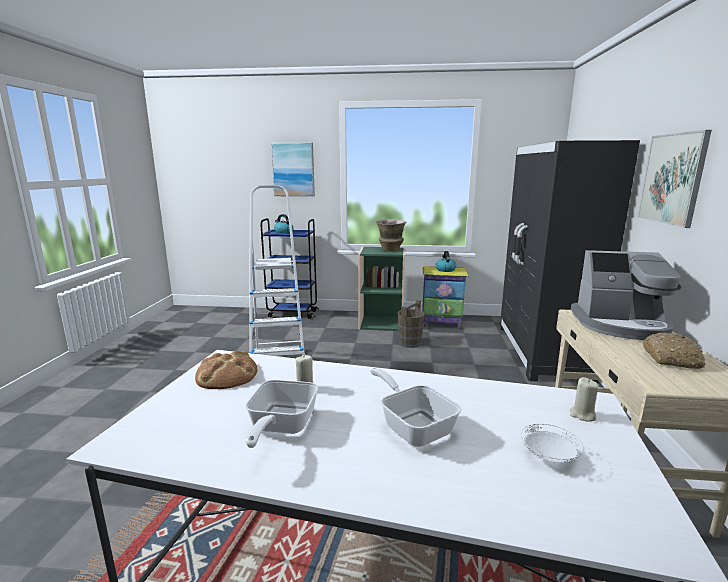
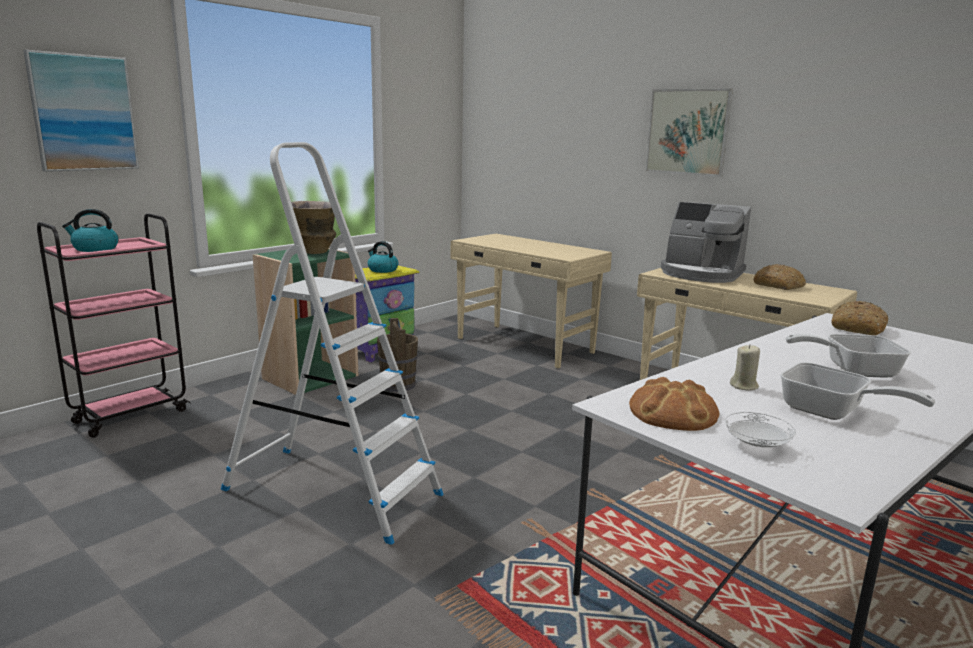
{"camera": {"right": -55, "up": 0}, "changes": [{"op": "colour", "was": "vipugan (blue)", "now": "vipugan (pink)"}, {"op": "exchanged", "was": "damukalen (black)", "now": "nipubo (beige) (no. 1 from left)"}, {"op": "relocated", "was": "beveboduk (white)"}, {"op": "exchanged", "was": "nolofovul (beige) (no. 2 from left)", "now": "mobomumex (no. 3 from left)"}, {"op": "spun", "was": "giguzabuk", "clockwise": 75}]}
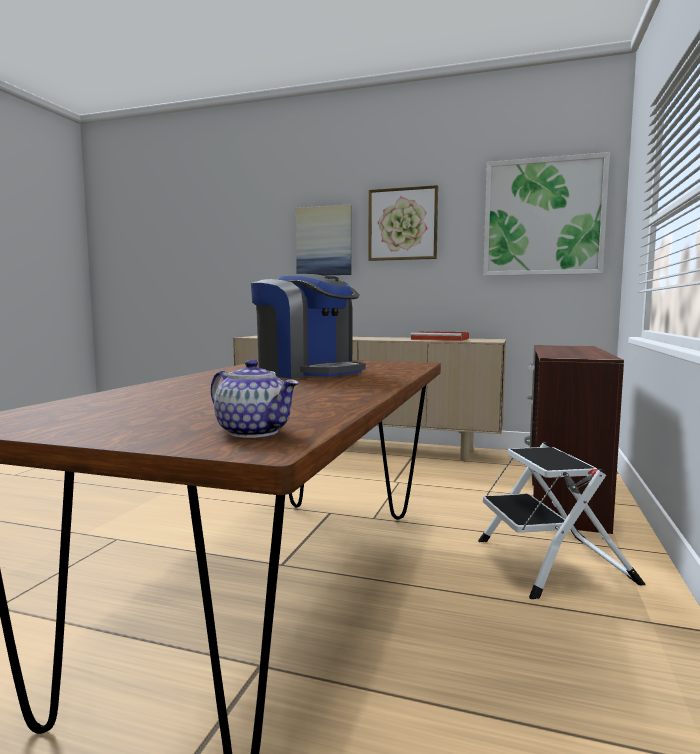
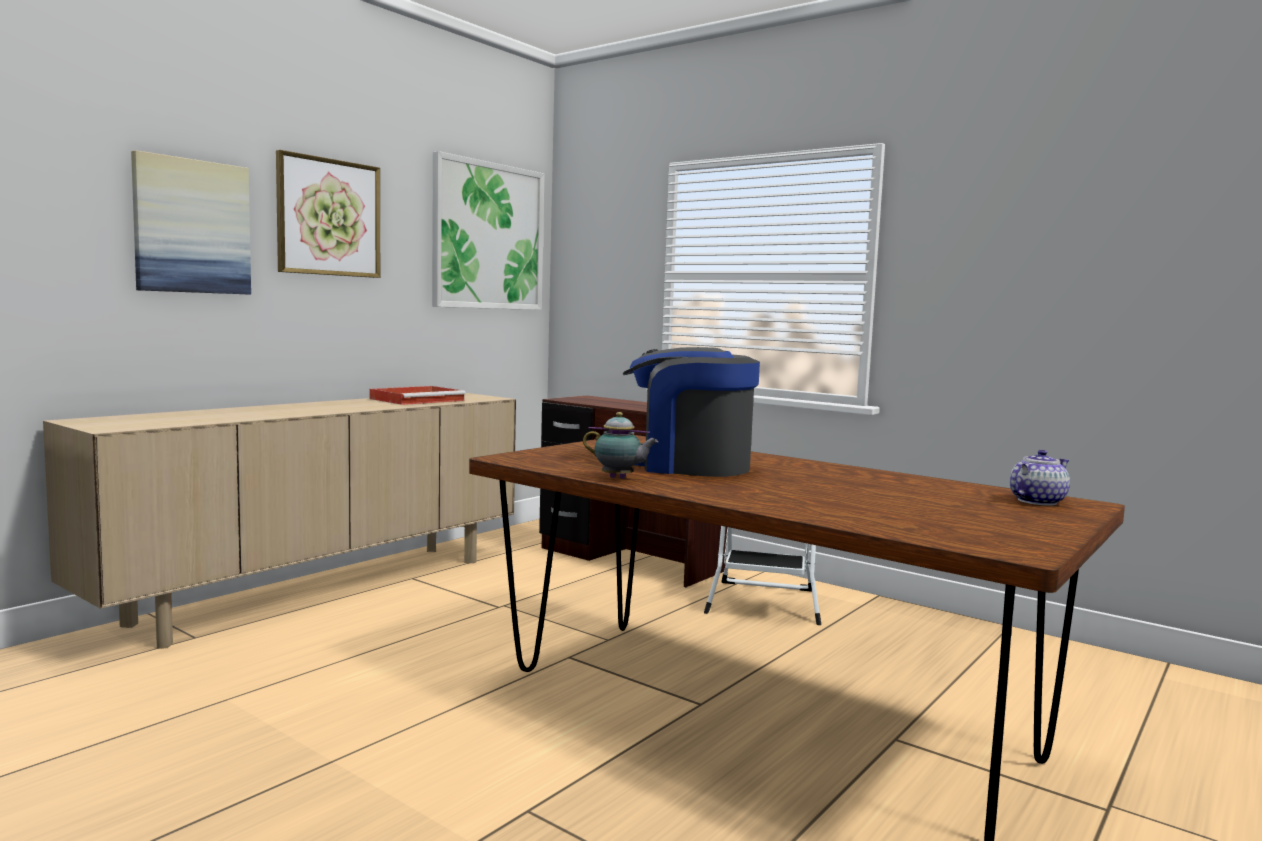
{"camera": {"right": -70, "up": 0}, "changes": [{"op": "spun", "was": "giguzabuk", "clockwise": -135}, {"op": "appeared", "now": "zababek (no. 1 from left)"}]}
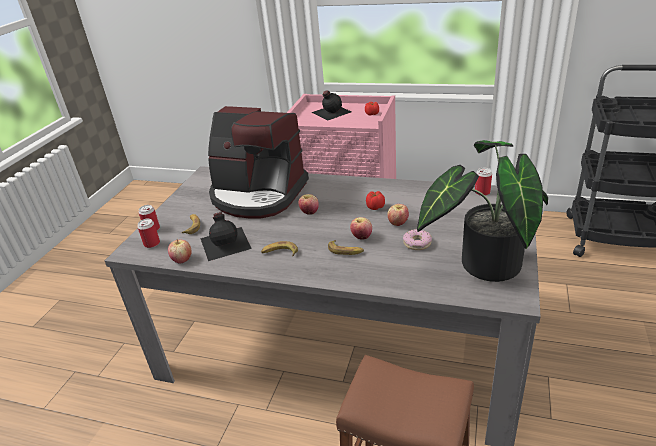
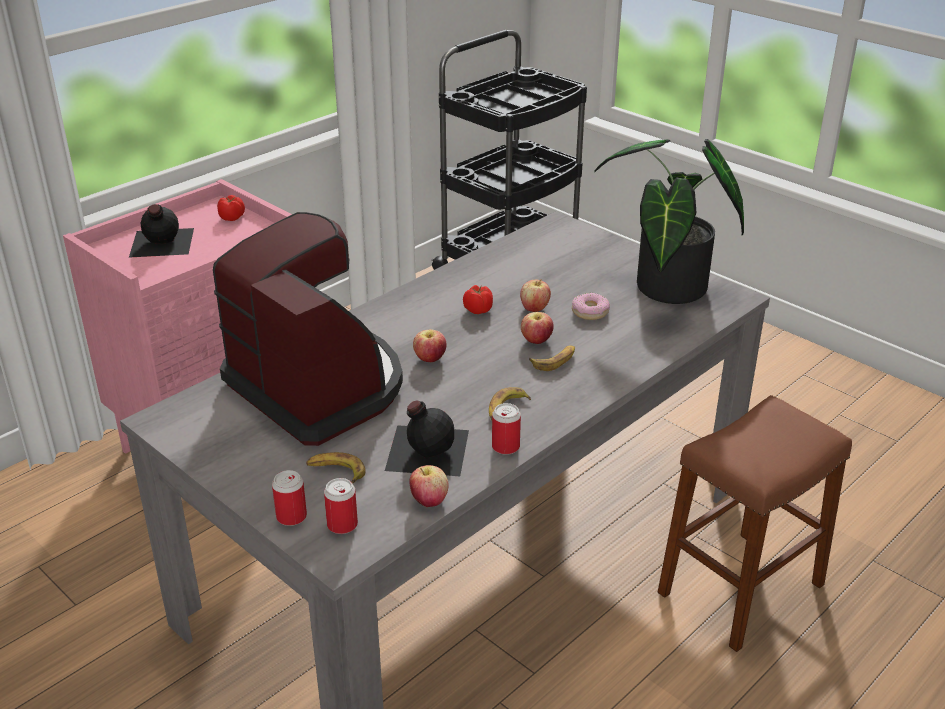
{"camera": {"right": -65, "up": 0}, "changes": [{"op": "spun", "was": "giguzabuk", "clockwise": -90}, {"op": "relocated", "was": "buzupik (no. 3 from left)"}]}
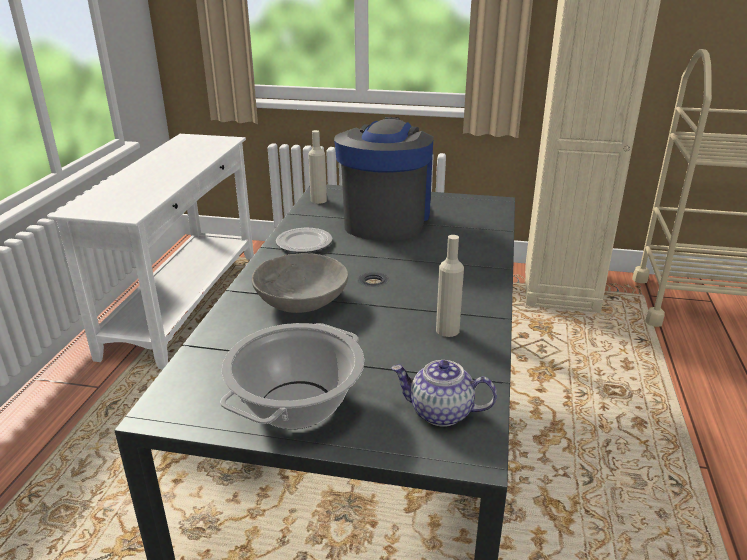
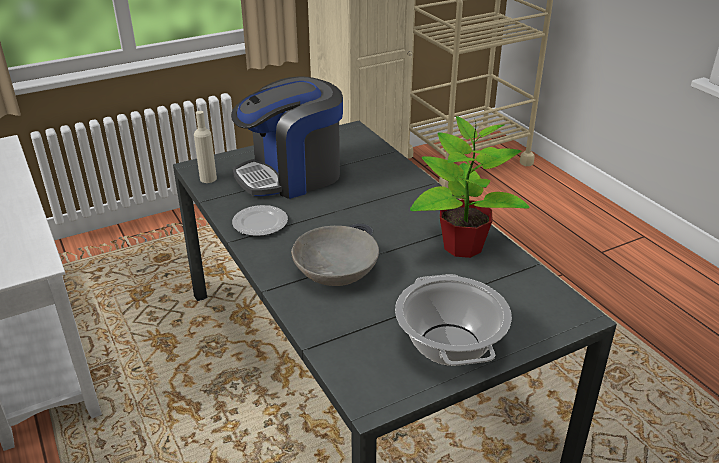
{"camera": {"right": -40, "up": 5}, "changes": [{"op": "spun", "was": "giguzabuk", "clockwise": -90}, {"op": "missing", "was": "zababek"}, {"op": "exchanged", "was": "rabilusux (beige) (no. 2 from left)", "now": "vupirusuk"}]}
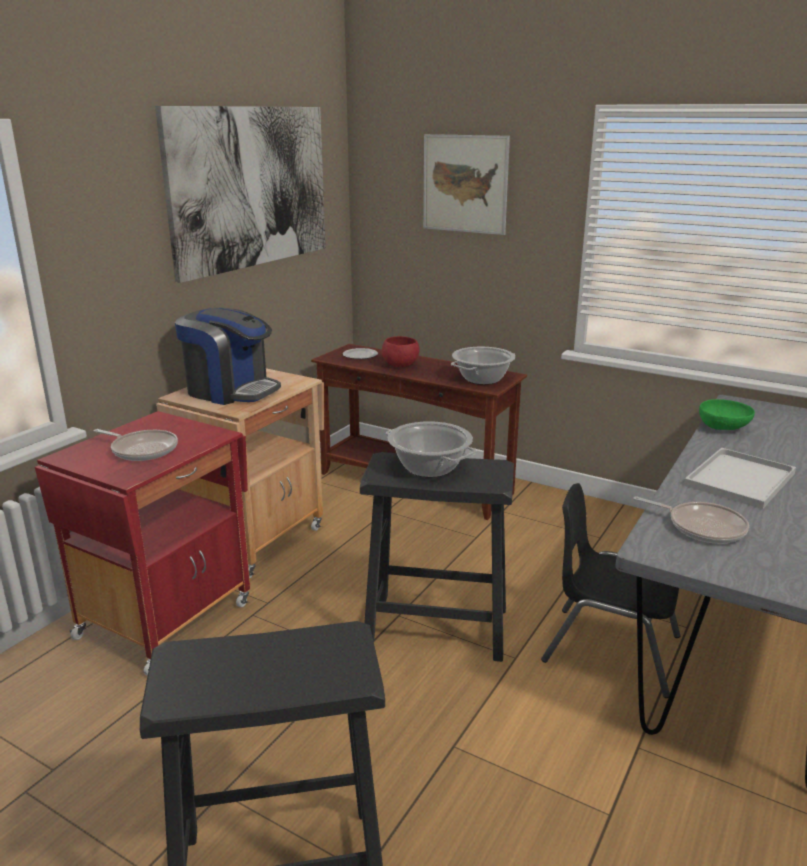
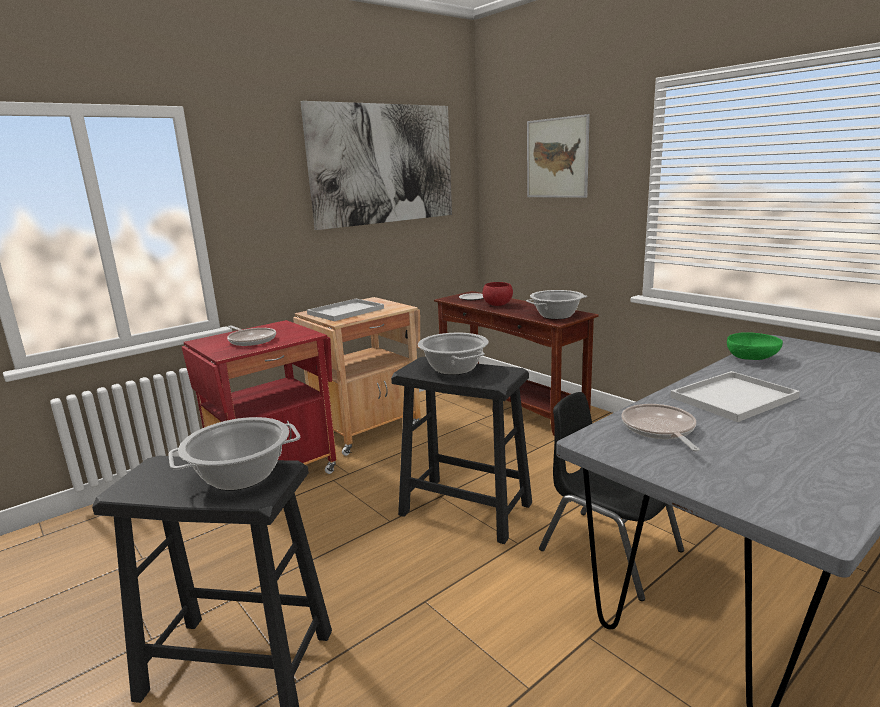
{"camera": {"right": 20, "up": -5}, "changes": [{"op": "exchanged", "was": "giguzabuk", "now": "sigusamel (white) (no. 1 from left)"}, {"op": "spun", "was": "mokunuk (no. 2 from left)", "clockwise": -150}, {"op": "appeared", "now": "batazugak (no. 1 from left)"}]}
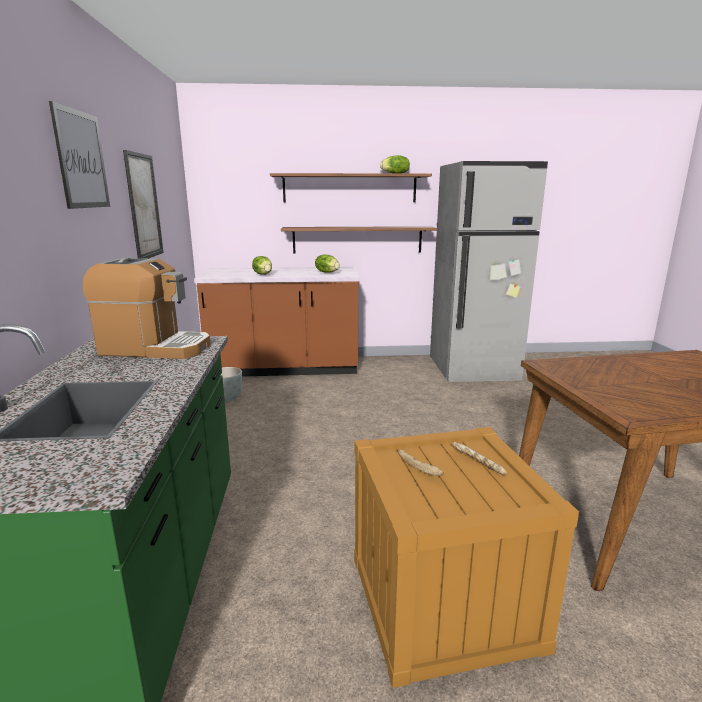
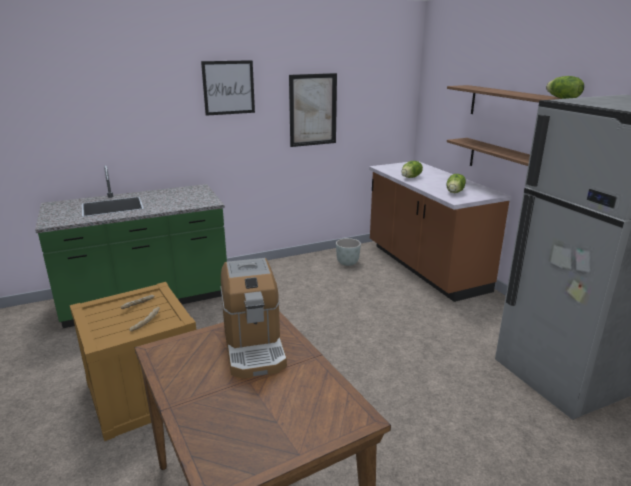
{"camera": {"right": 70, "up": 5}, "changes": [{"op": "relocated", "was": "giguzabuk"}]}
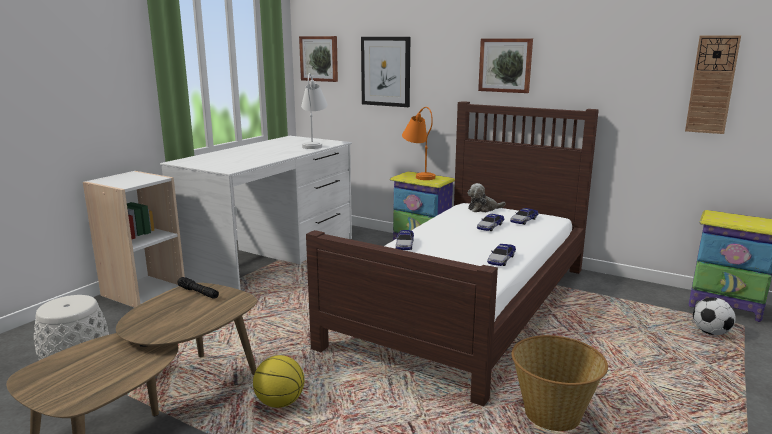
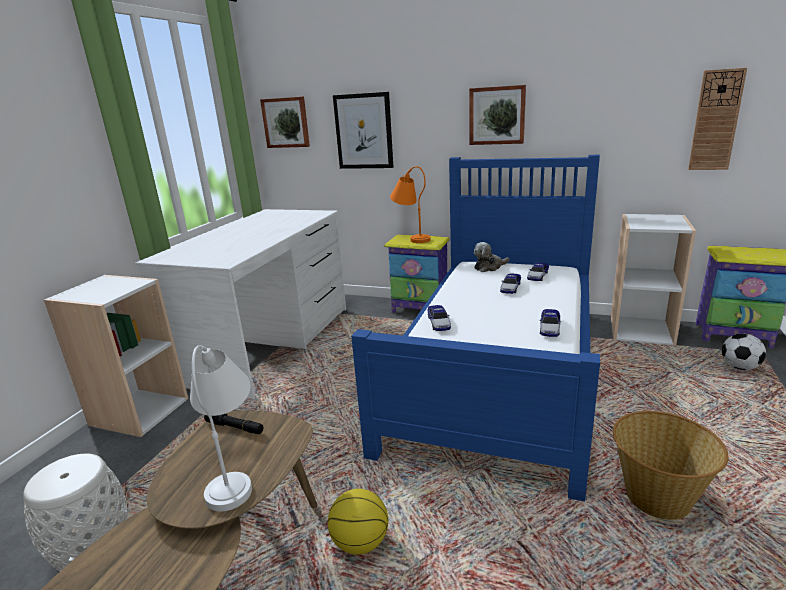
{"camera": {"right": -10, "up": 5}, "changes": [{"op": "relocated", "was": "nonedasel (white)"}, {"op": "colour", "was": "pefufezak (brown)", "now": "pefufezak (blue)"}, {"op": "appeared", "now": "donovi (no. 2 from left)"}]}
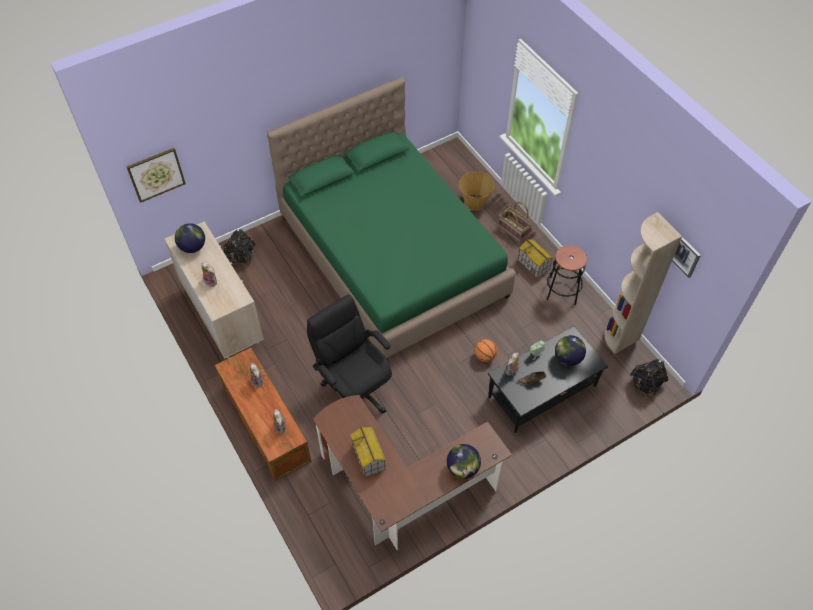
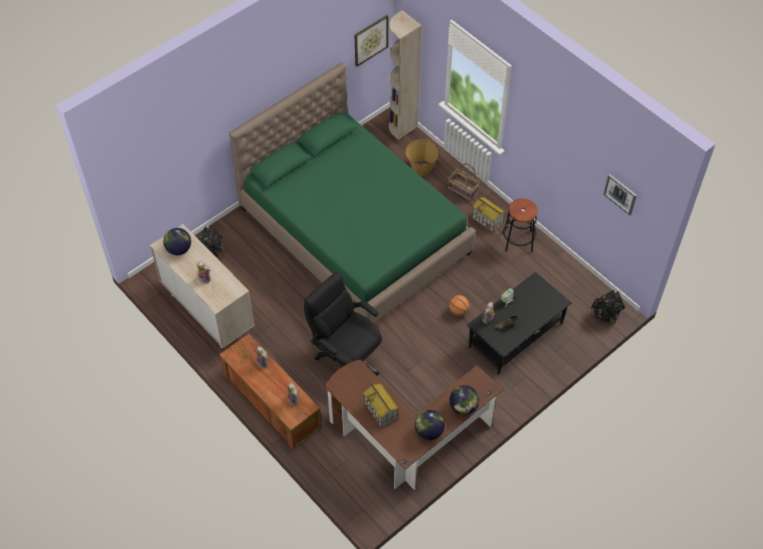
{"camera": {"right": -10, "up": 0}, "changes": [{"op": "relocated", "was": "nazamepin (no. 1 from left)"}, {"op": "relocated", "was": "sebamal (no. 3 from left in the first image)", "now": "sebamal (no. 2 from left)"}, {"op": "relocated", "was": "donovi (beige)"}]}
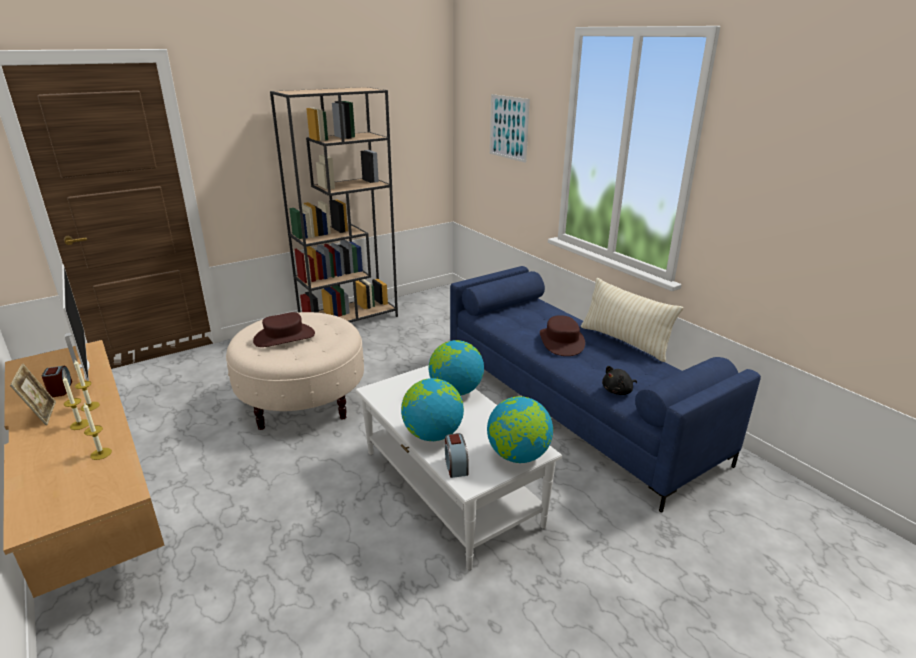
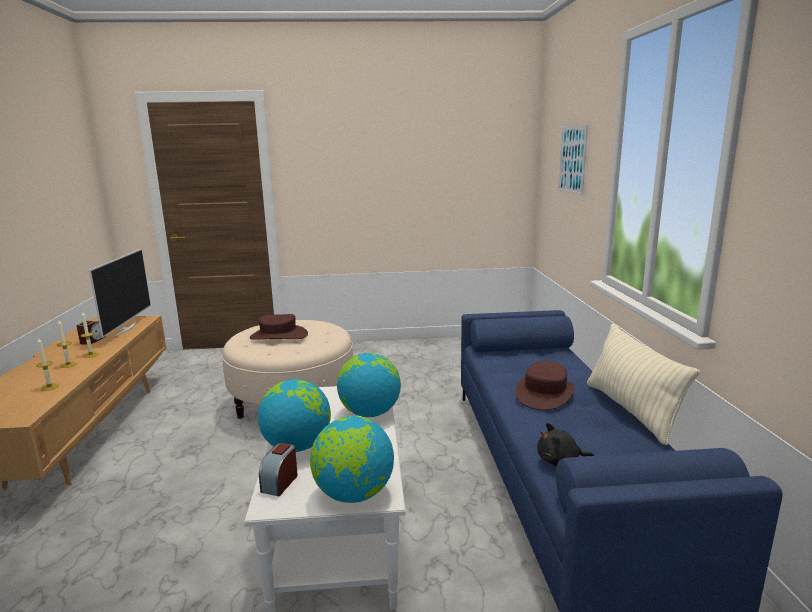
{"camera": {"right": 30, "up": -10}, "changes": [{"op": "missing", "was": "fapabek"}, {"op": "missing", "was": "donovi"}]}
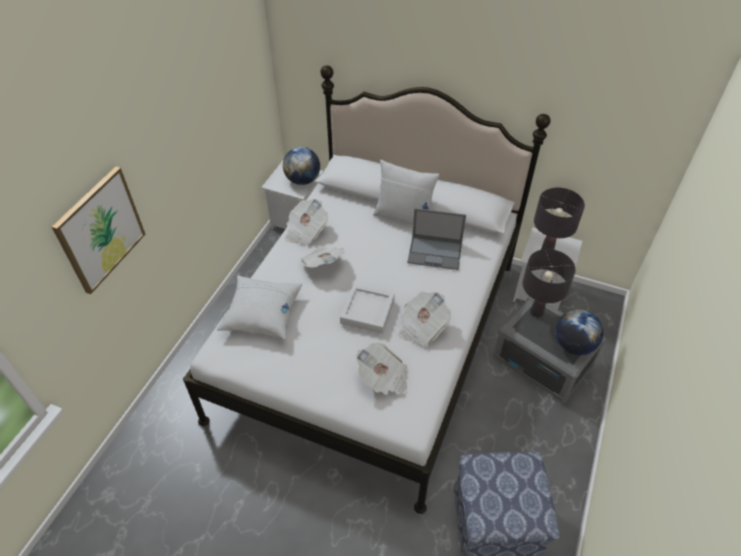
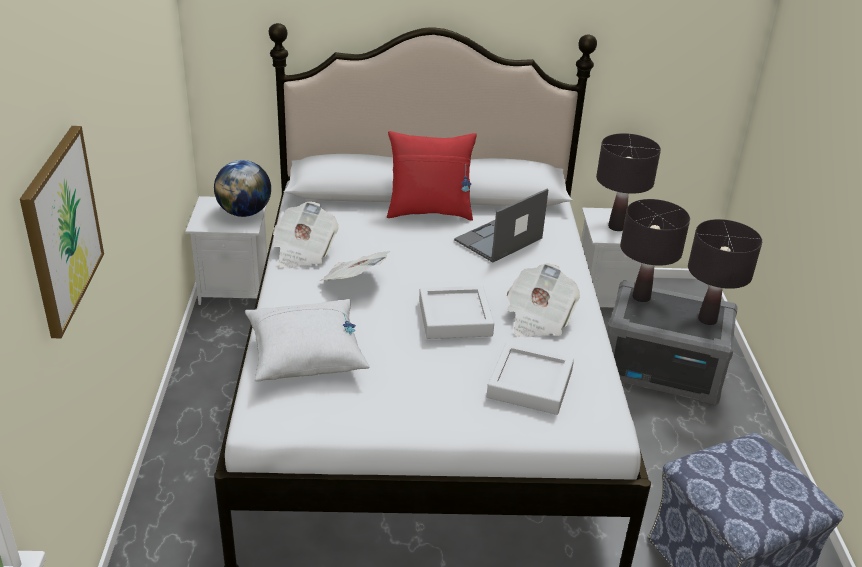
{"camera": {"right": -25, "up": -15}, "changes": [{"op": "exchanged", "was": "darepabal (no. 3 from left)", "now": "sigusamel (grey) (no. 2 from left)"}, {"op": "colour", "was": "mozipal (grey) (no. 2 from left)", "now": "mozipal (red)"}, {"op": "spun", "was": "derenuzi", "clockwise": 150}, {"op": "exchanged", "was": "sebamal (no. 2 from left)", "now": "nonedasel (black) (no. 3 from left)"}]}
